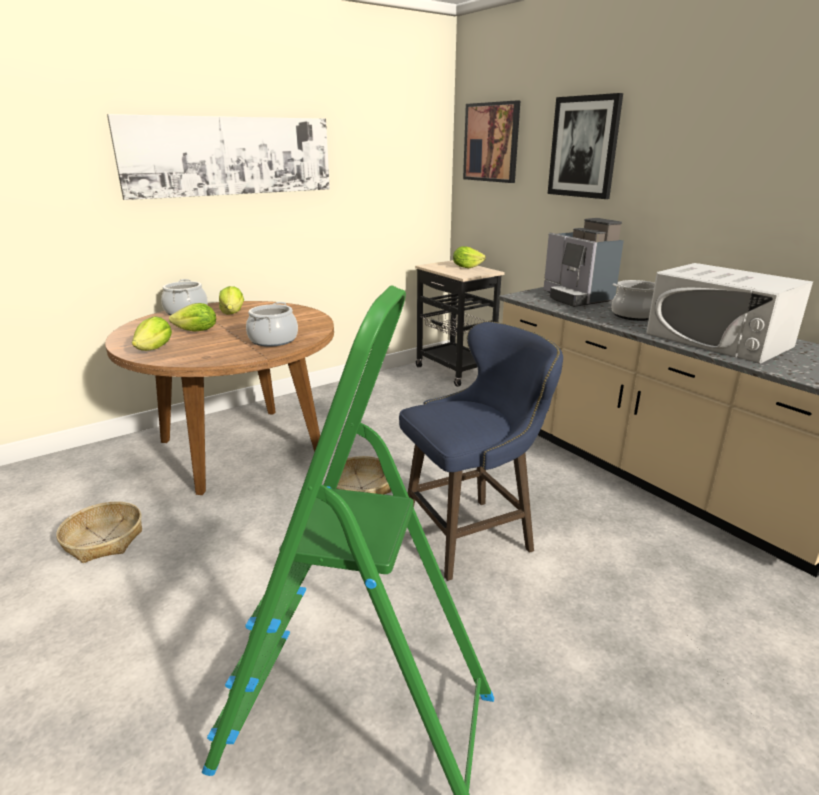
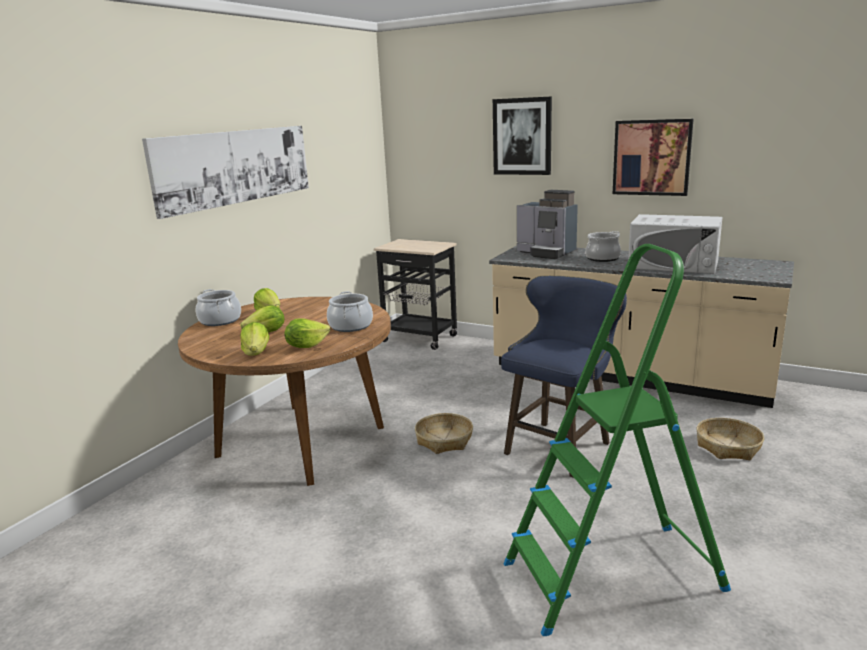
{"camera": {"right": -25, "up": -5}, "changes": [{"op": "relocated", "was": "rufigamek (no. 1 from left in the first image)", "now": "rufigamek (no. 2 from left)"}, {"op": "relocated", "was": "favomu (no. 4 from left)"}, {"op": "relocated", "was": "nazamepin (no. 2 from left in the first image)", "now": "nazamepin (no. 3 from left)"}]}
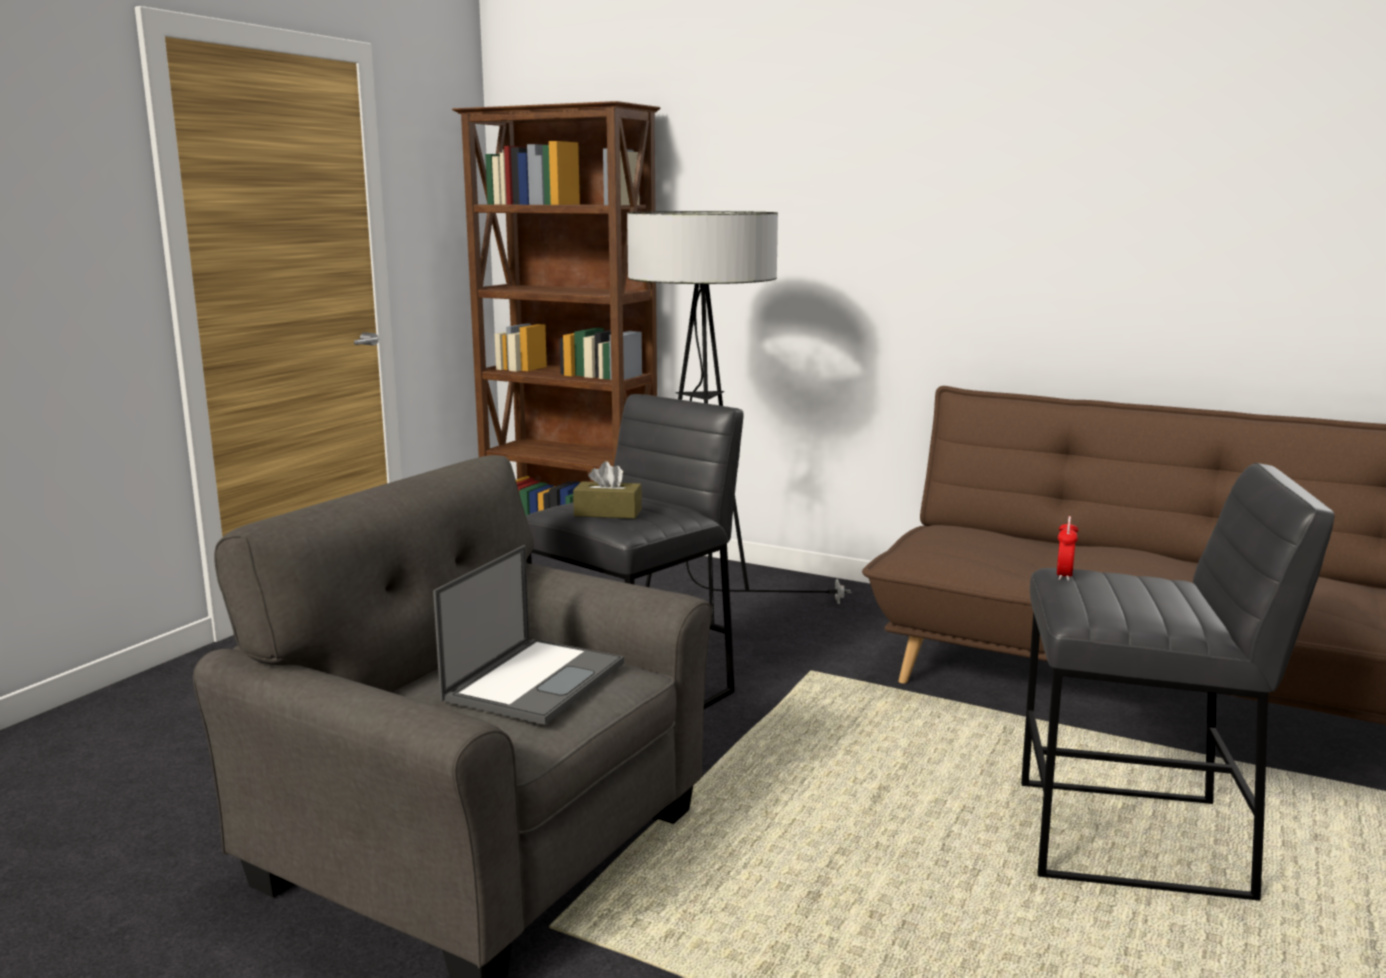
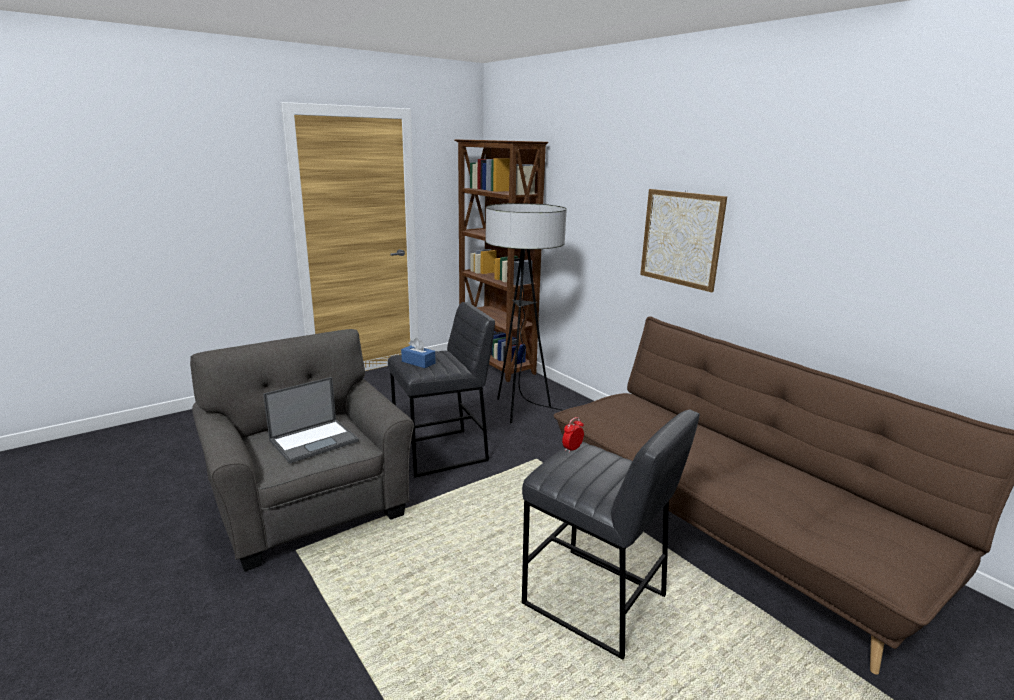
{"camera": {"right": 25, "up": 5}, "changes": [{"op": "colour", "was": "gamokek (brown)", "now": "gamokek (blue)"}, {"op": "appeared", "now": "nazamepin"}]}
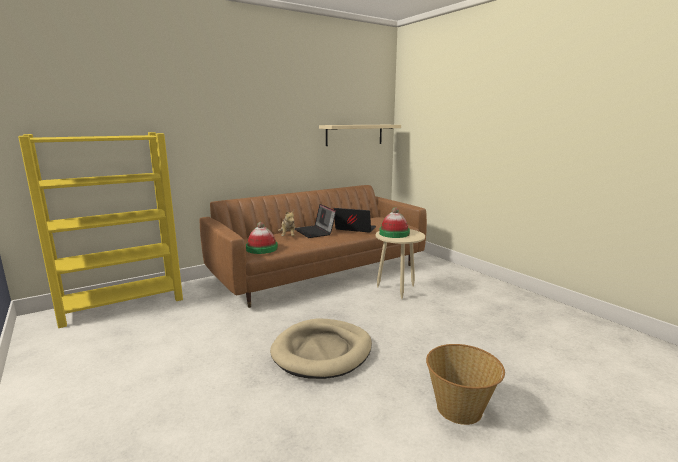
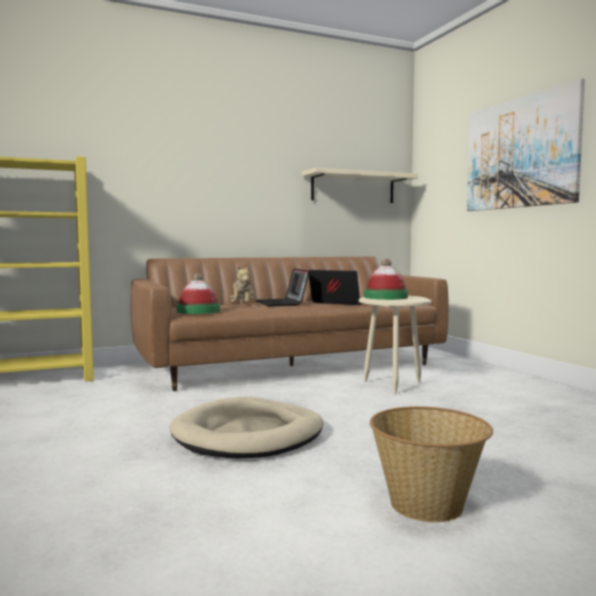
{"camera": {"right": 10, "up": -10}, "changes": [{"op": "appeared", "now": "nazamepin"}]}
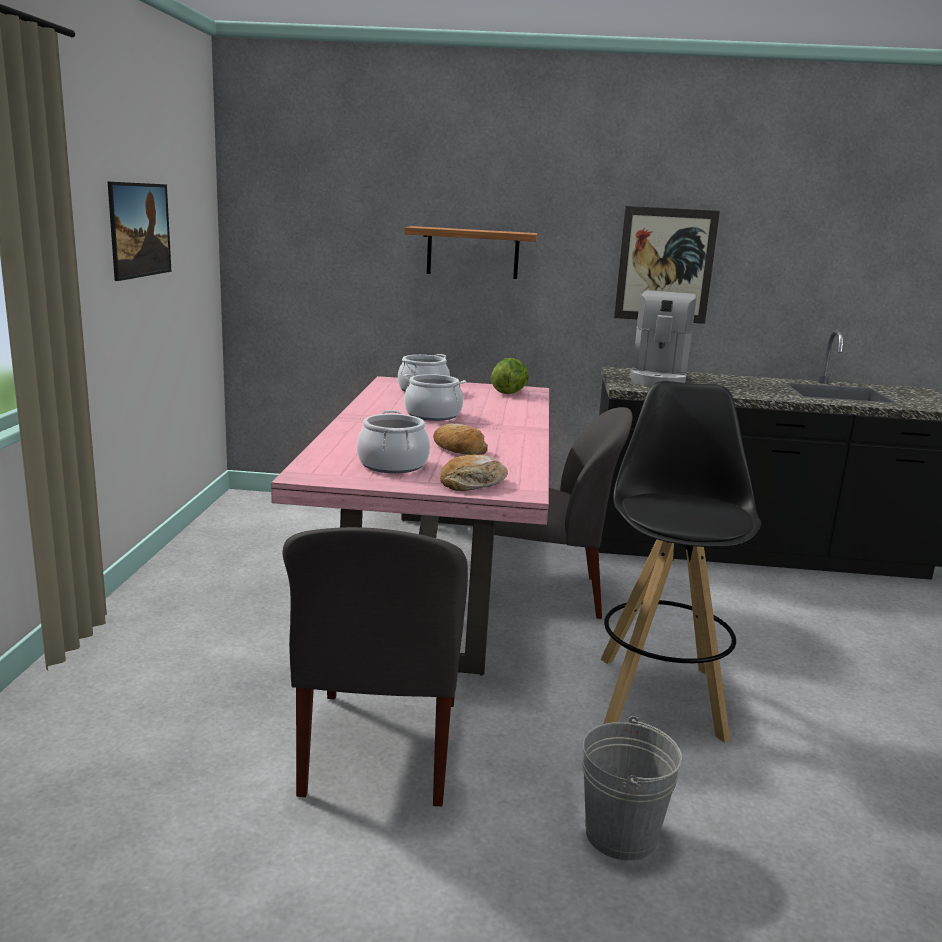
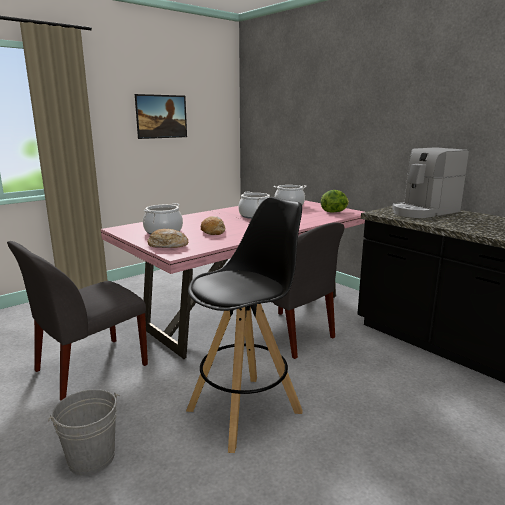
{"camera": {"right": 45, "up": 0}, "changes": [{"op": "missing", "was": "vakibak"}, {"op": "missing", "was": "nazamepin (no. 2 from left)"}]}
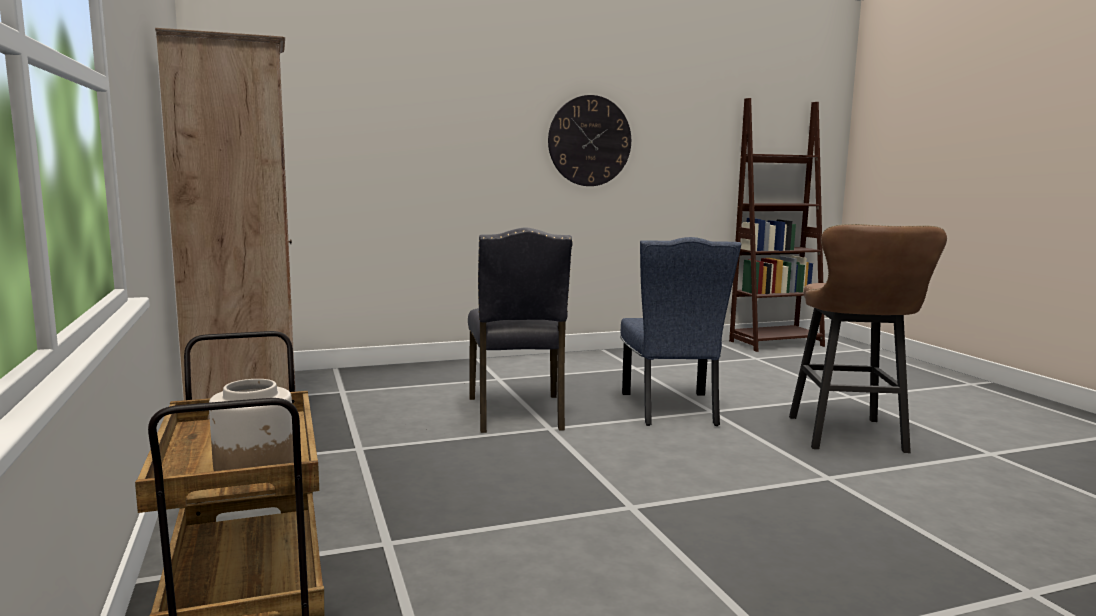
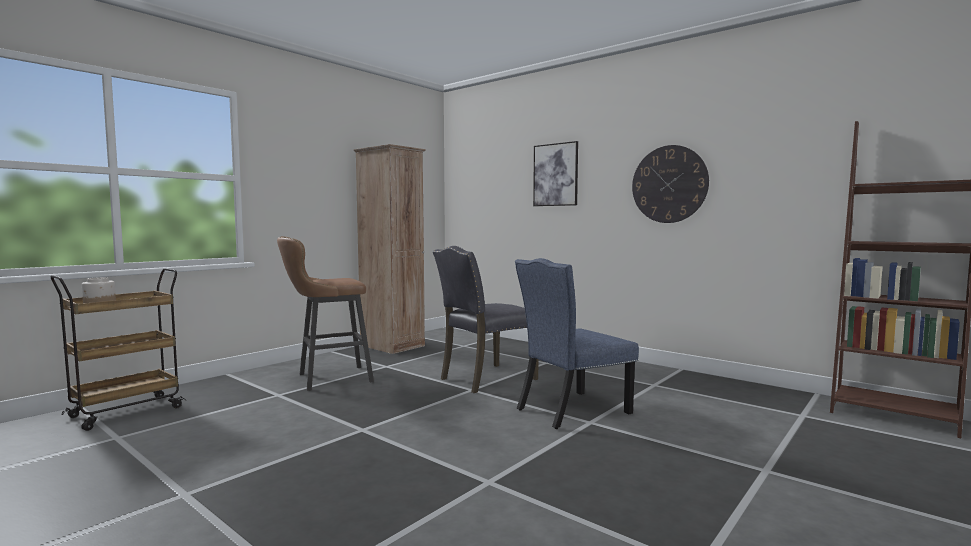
{"camera": {"right": 60, "up": -5}, "changes": [{"op": "relocated", "was": "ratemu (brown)"}, {"op": "appeared", "now": "nazamepin"}]}
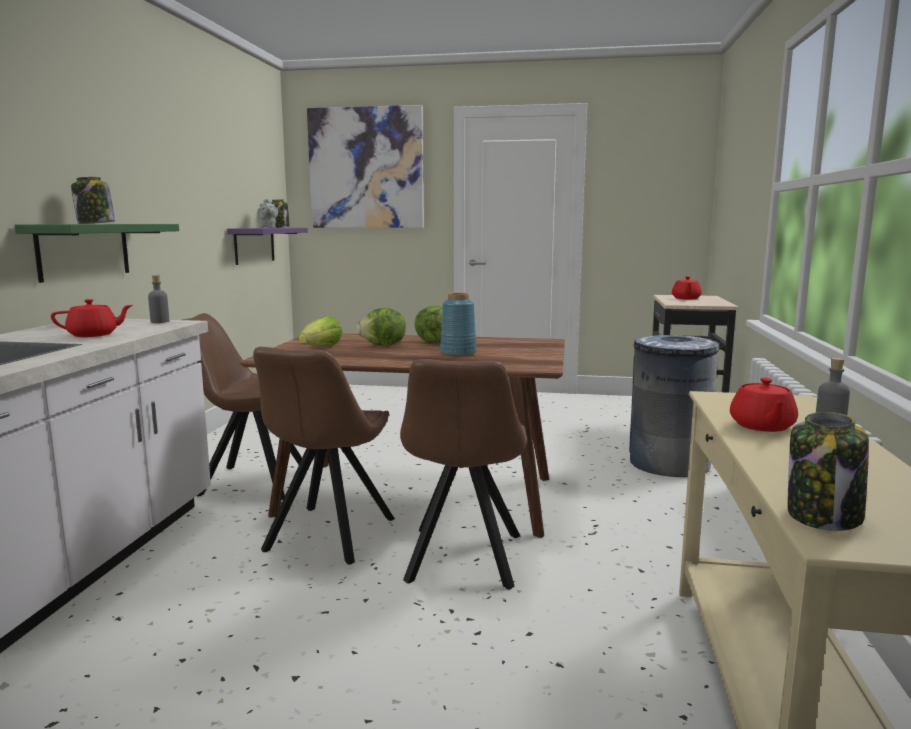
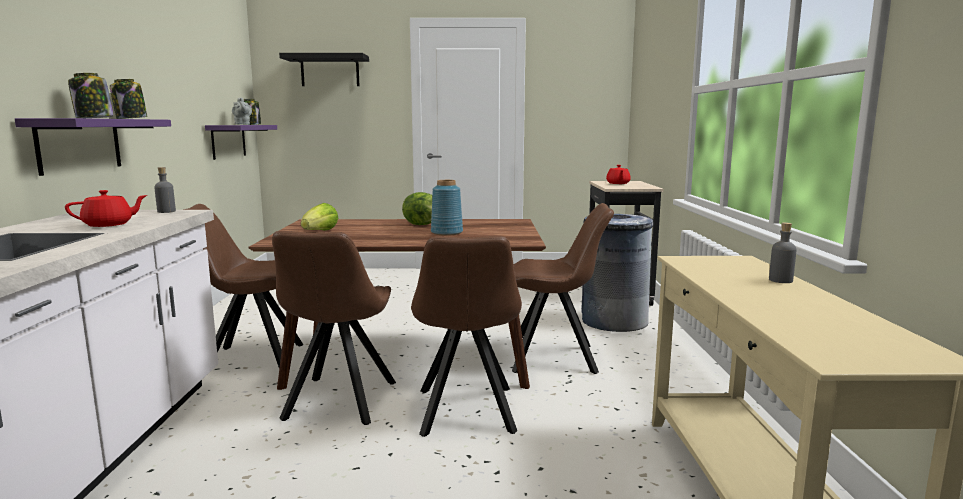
{"camera": {"right": -10, "up": 0}, "changes": [{"op": "colour", "was": "vakibak (green)", "now": "vakibak (purple) (no. 1 from left)"}, {"op": "exchanged", "was": "nazamepin", "now": "vakibak (black)"}, {"op": "missing", "was": "favomu (no. 2 from left)"}, {"op": "missing", "was": "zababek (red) (no. 3 from left)"}, {"op": "relocated", "was": "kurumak (no. 3 from left in the first image)", "now": "kurumak (no. 2 from left)"}, {"op": "appeared", "now": "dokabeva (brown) (no. 4 from left)"}]}
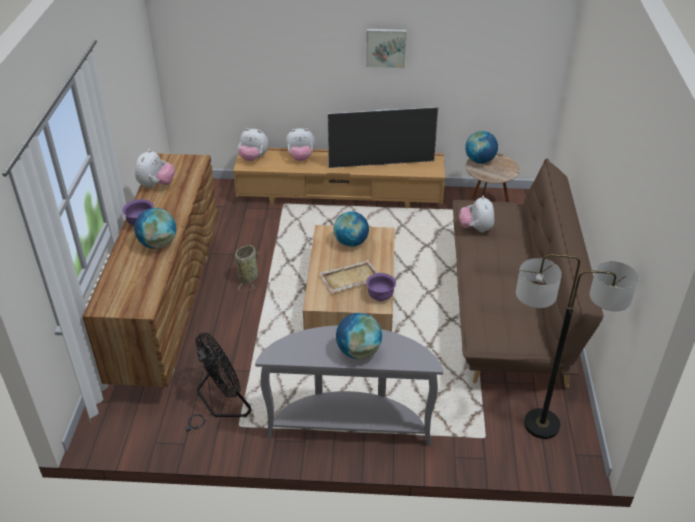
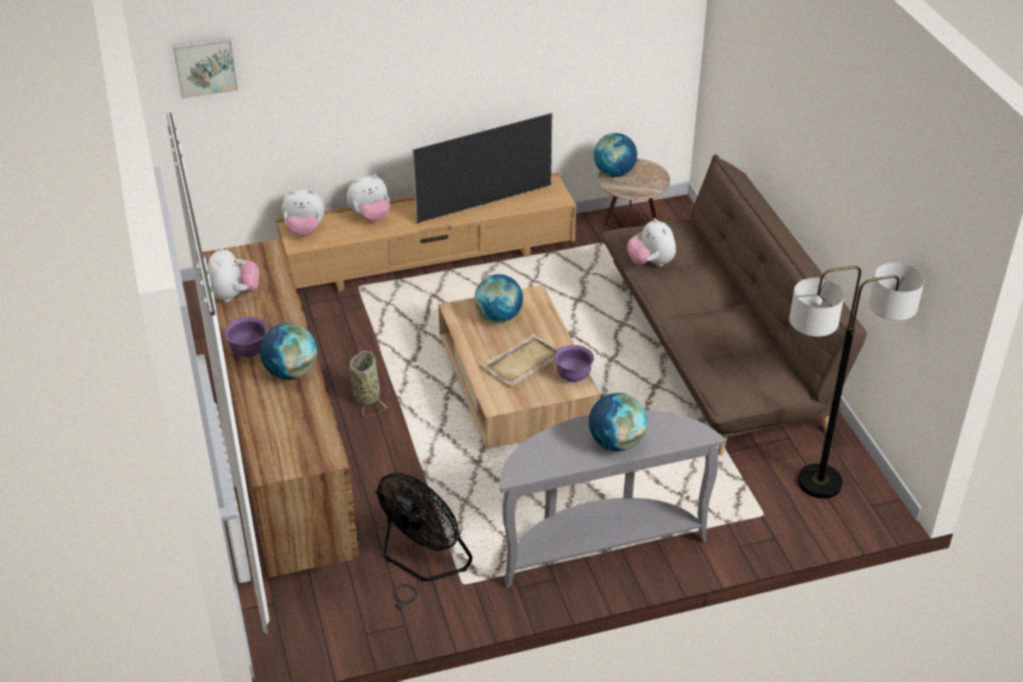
{"camera": {"right": -20, "up": 0}, "changes": [{"op": "relocated", "was": "nazamepin"}]}
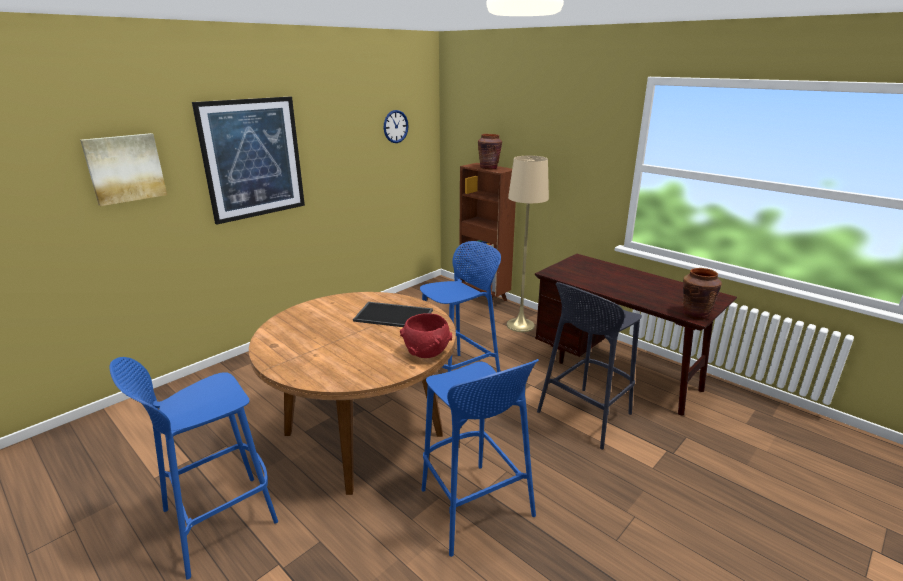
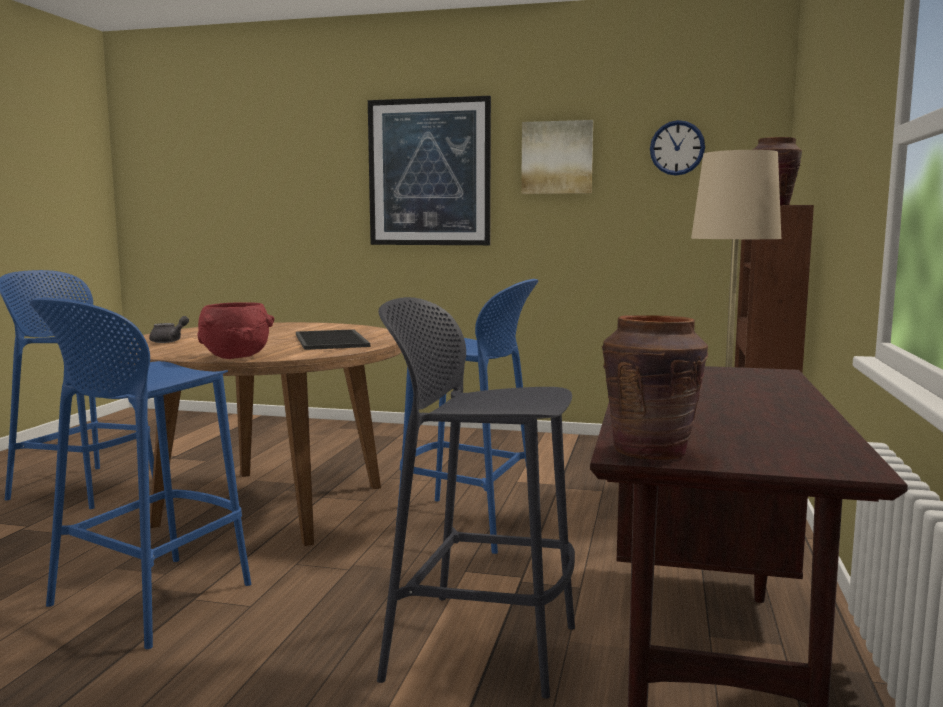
{"camera": {"right": 60, "up": -15}, "changes": [{"op": "relocated", "was": "nazamepin (no. 1 from left in the first image)", "now": "nazamepin (no. 2 from left)"}, {"op": "appeared", "now": "zababek (grey)"}]}
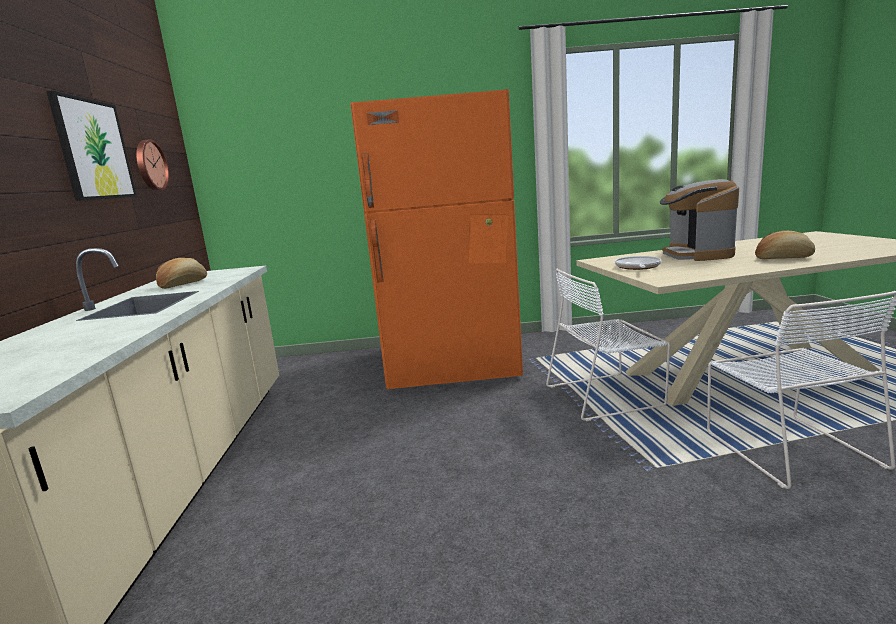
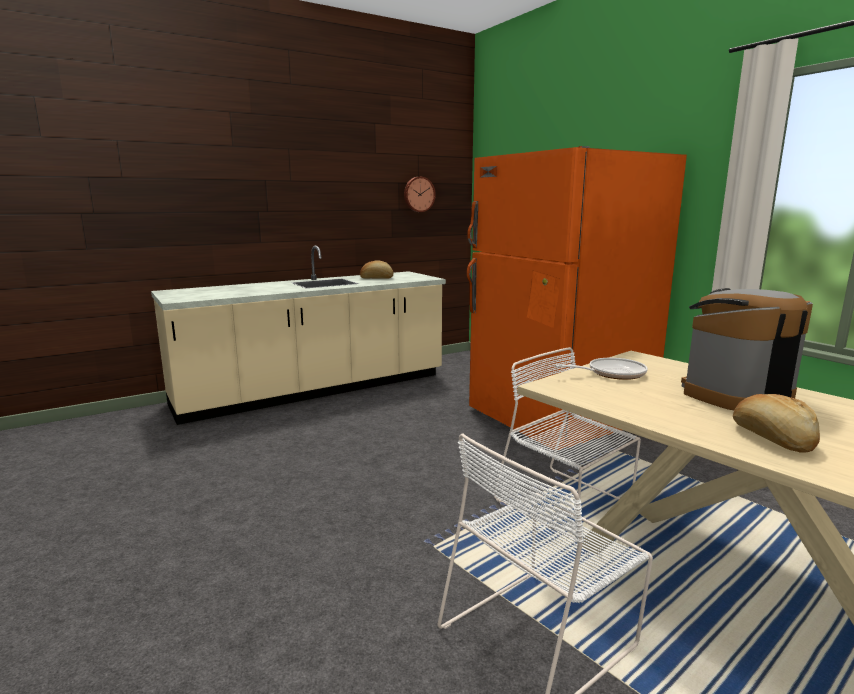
{"camera": {"right": 60, "up": 0}, "changes": [{"op": "missing", "was": "nazamepin"}]}
